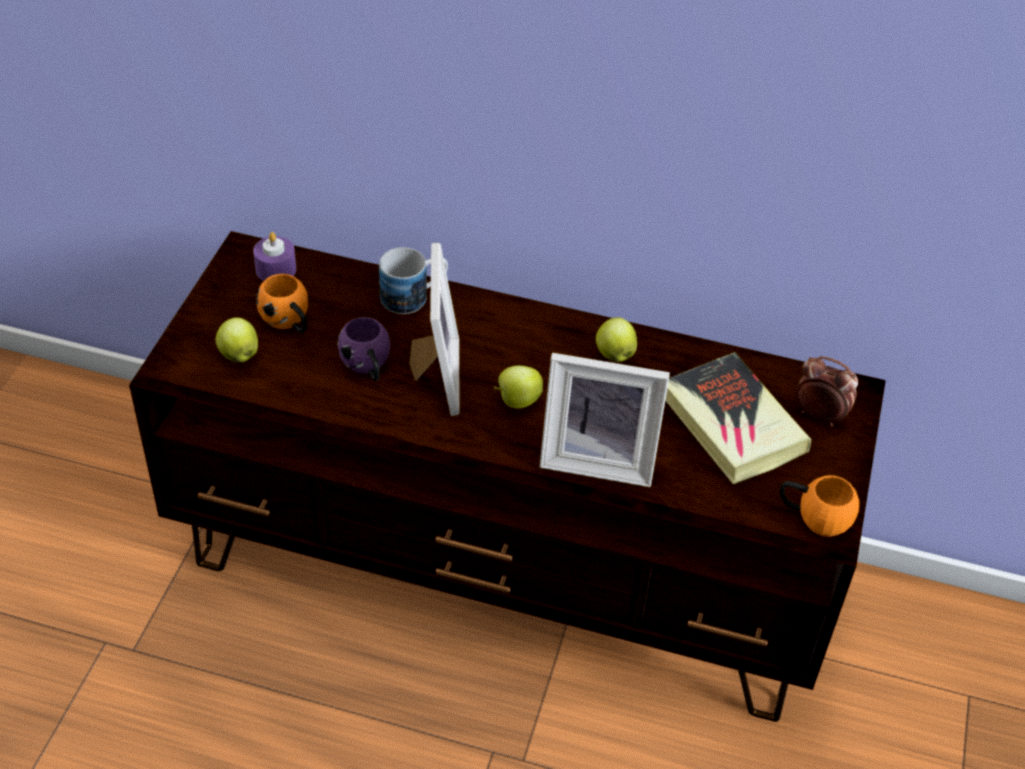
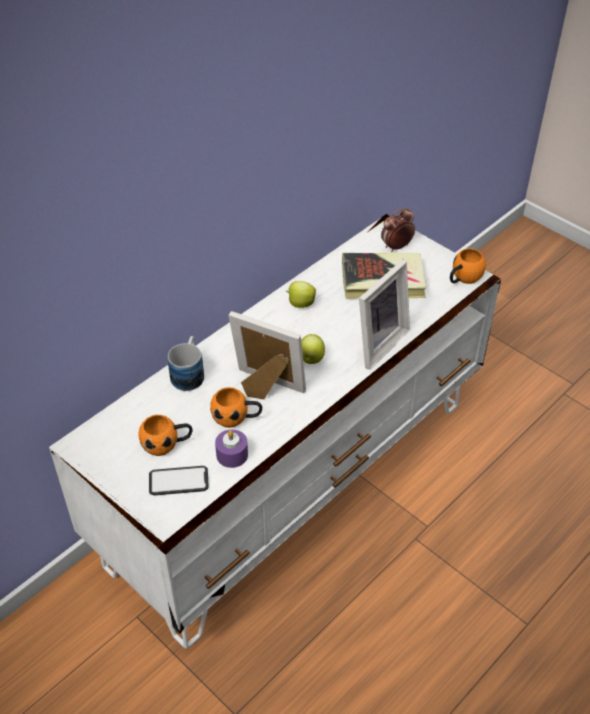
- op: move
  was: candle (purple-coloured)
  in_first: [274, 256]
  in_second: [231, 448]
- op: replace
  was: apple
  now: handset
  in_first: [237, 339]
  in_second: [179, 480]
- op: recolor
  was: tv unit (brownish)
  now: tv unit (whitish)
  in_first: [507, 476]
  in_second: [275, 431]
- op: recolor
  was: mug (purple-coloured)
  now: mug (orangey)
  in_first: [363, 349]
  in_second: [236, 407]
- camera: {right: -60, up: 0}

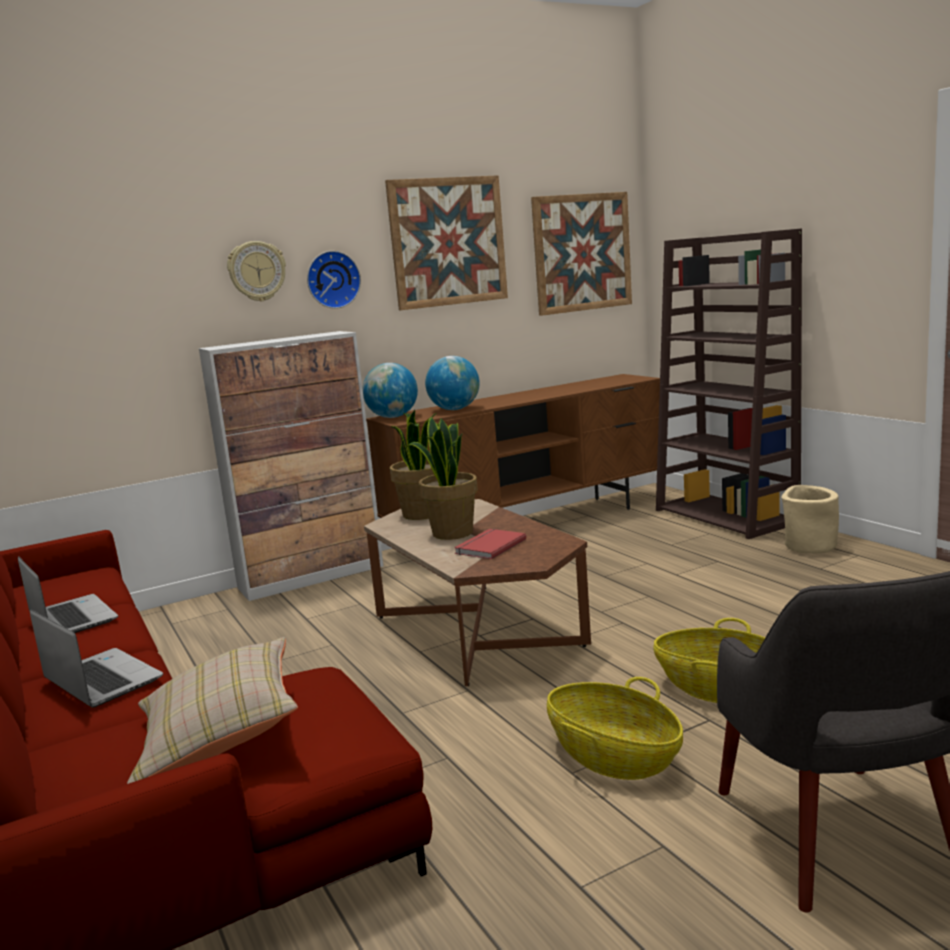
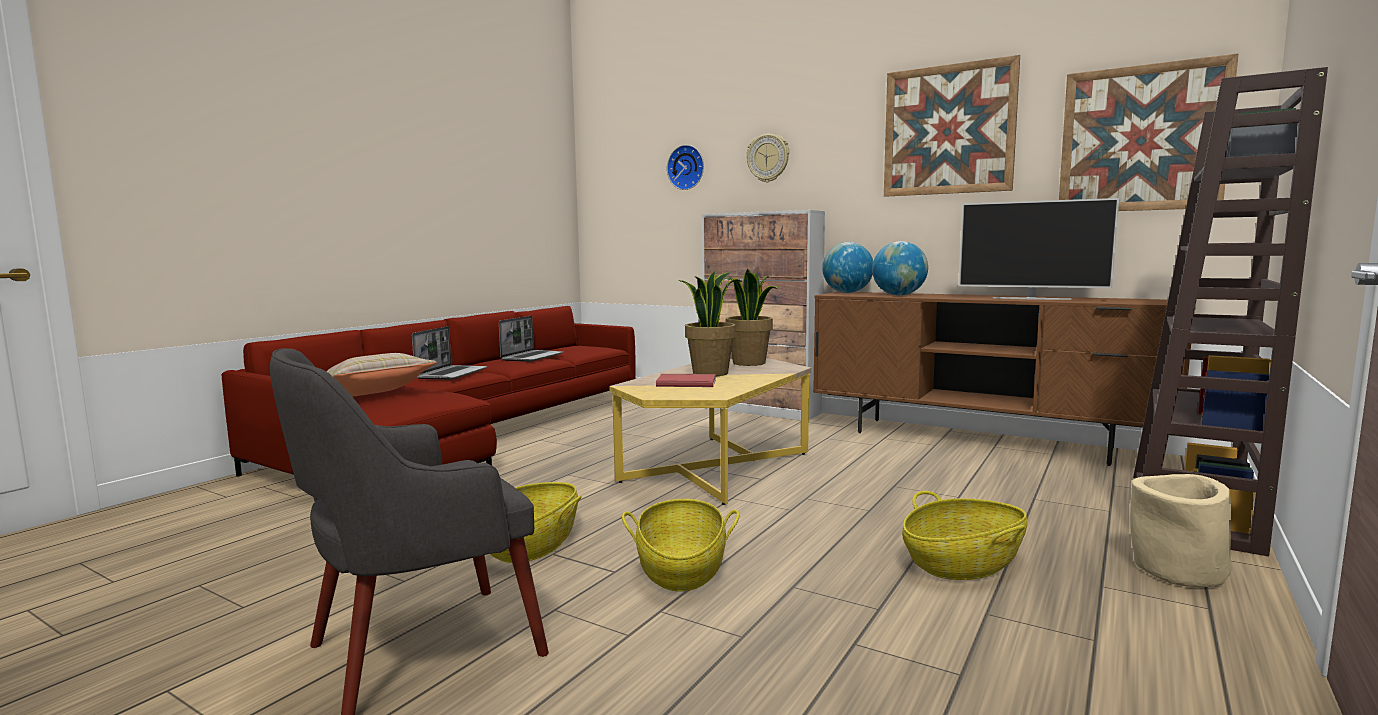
- op: insert
  now: storage basket
  in_second: [964, 535]
- op: insert
  now: TV set
  in_second: [1038, 249]
- op: move
  was: hanging clock
  in_first: [334, 280]
  in_second: [685, 167]
- op: recolor
  was: lounge table (brownish)
  now: lounge table (yellow-coloured)
  in_first: [477, 592]
  in_second: [710, 432]
- camera: {right: 60, up: -5}

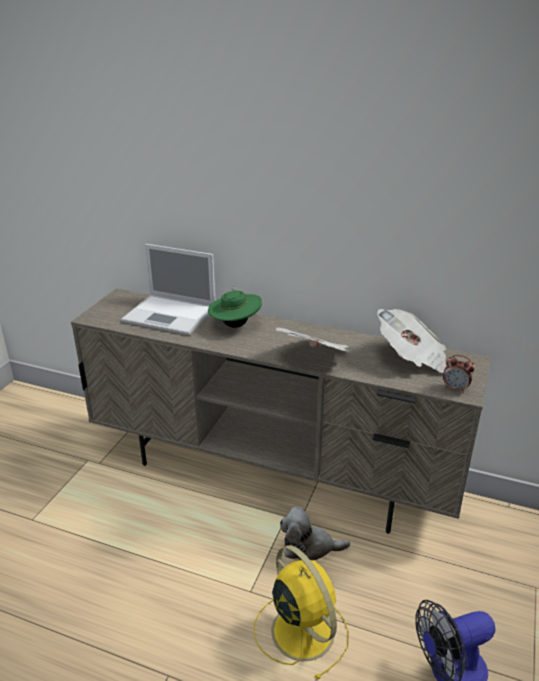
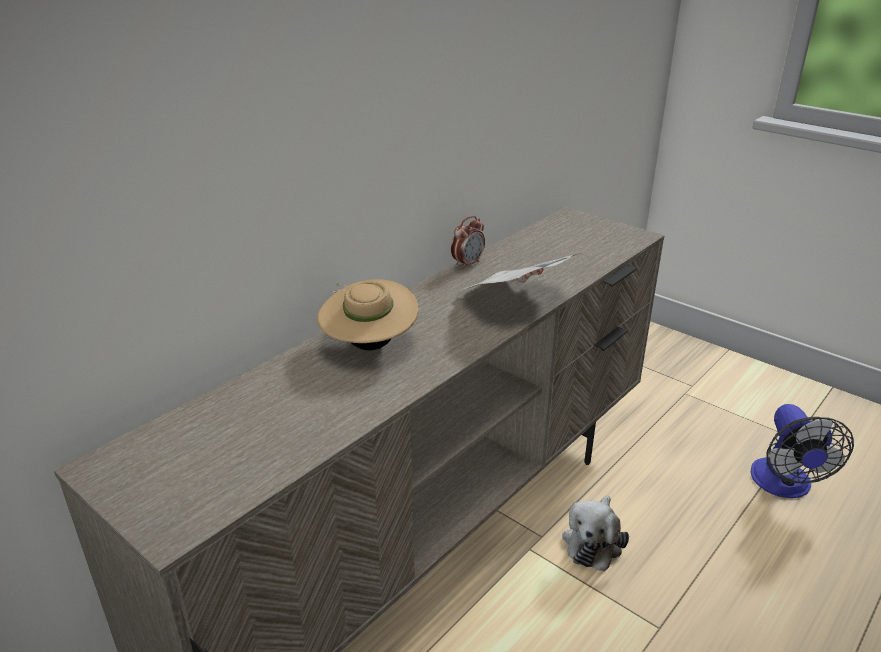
- op: delete
  was: notebook computer
  in_first: [168, 289]
- op: delete
  was: cooling fan (yellow-coloured)
  in_first: [301, 612]
- op: delete
  was: newspaper
  in_first: [412, 341]
- op: move
  was: bedside clock
  in_first: [459, 374]
  in_second: [468, 242]
- op: recolor
  was: wearable hat (green-coloured)
  now: wearable hat (beige-coloured)
  in_first: [235, 307]
  in_second: [367, 314]
- camera: {right: -70, up: 0}

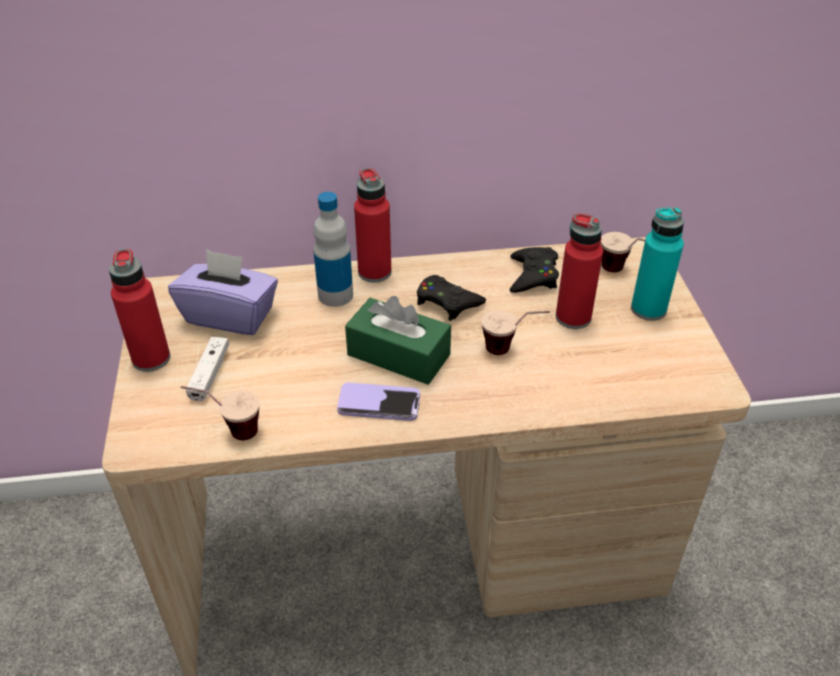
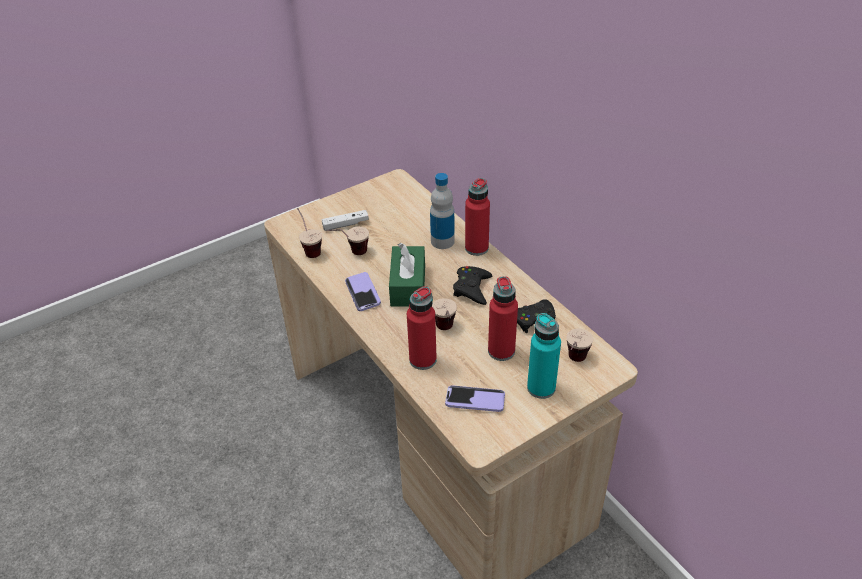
- op: delete
  was: box of tissues (purple-coloured)
  in_first: [223, 292]
- op: insert
  now: small cup
  in_second: [348, 240]
- op: insert
  now: handset
  in_second: [475, 398]
- op: move
  was: bottle (red)
  in_first: [139, 310]
  in_second: [422, 328]
- camera: {right: 65, up: 0}

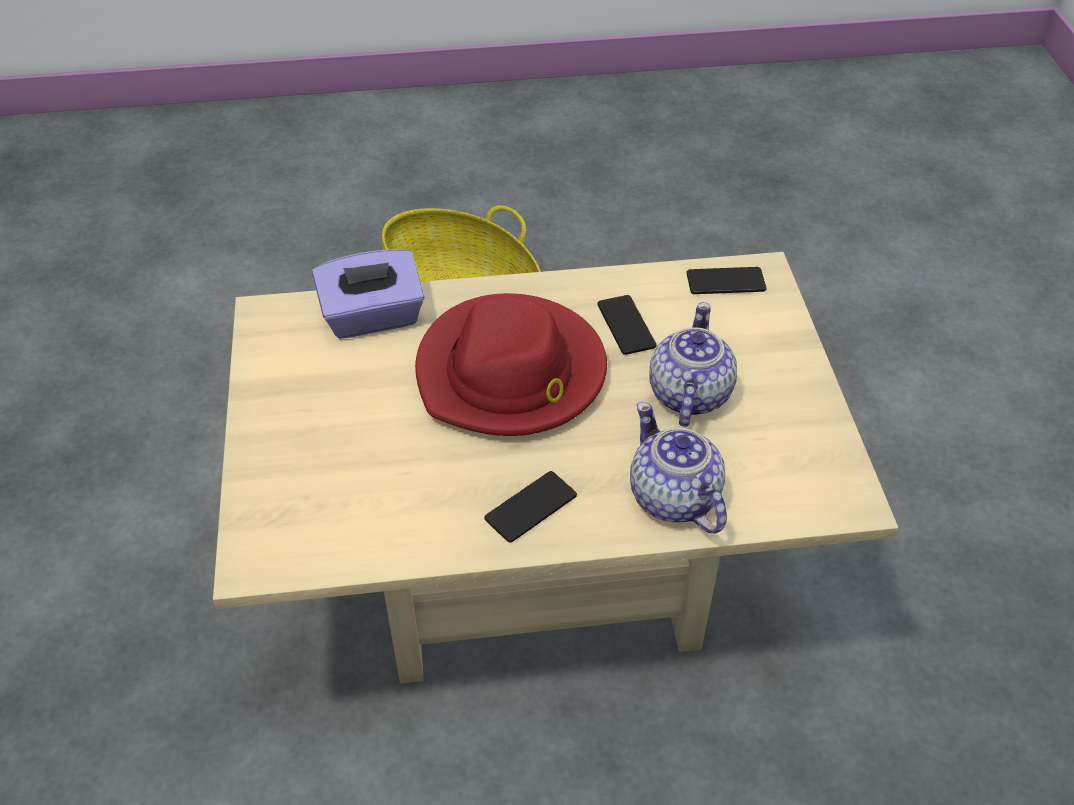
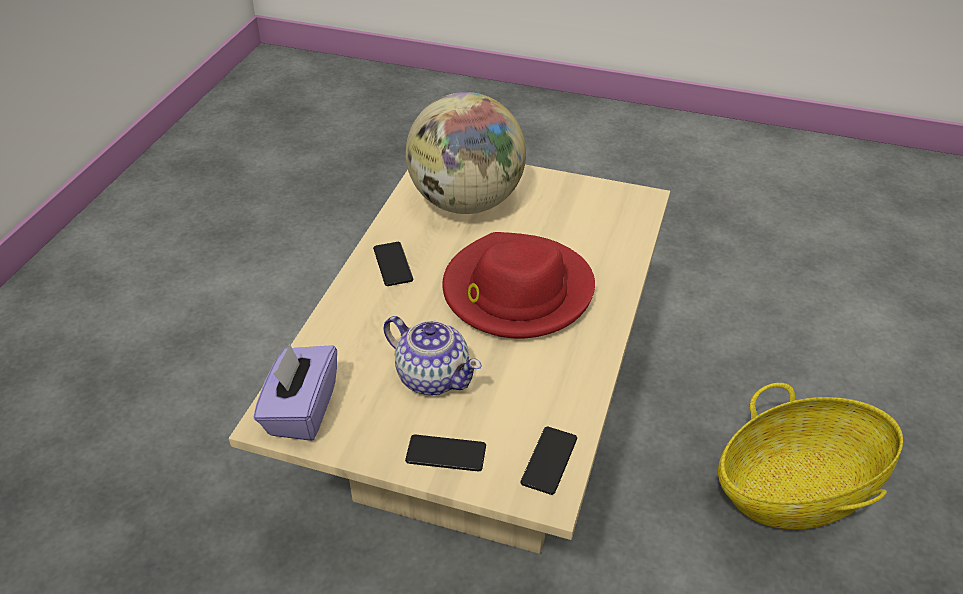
- op: delete
  was: teapot
  in_first: [678, 468]
- op: insert
  now: desk globe
  in_second: [466, 153]
- op: move
  was: box of tissues (purple-coloured)
  in_first: [368, 294]
  in_second: [295, 392]
- op: move
  was: handset
  in_first: [627, 325]
  in_second: [445, 453]
- camera: {right: 115, up: -5}

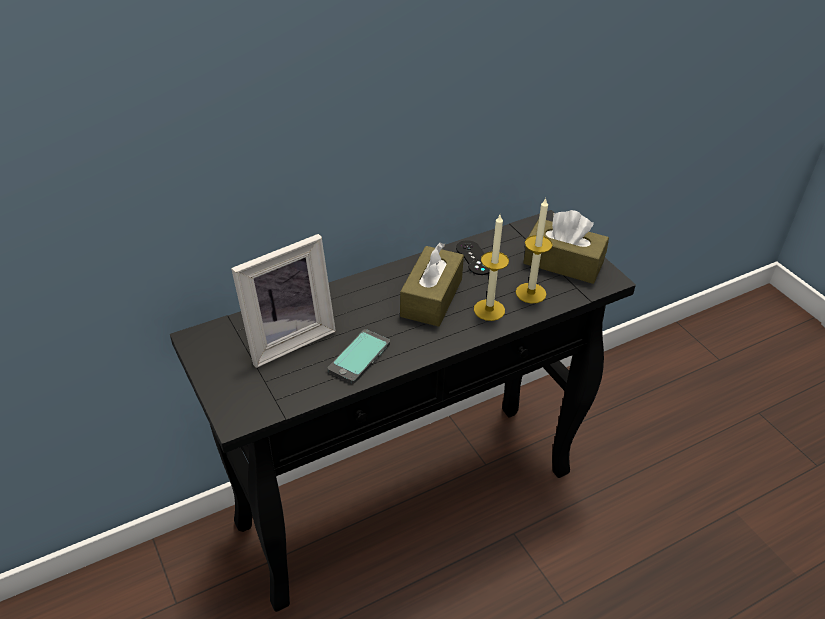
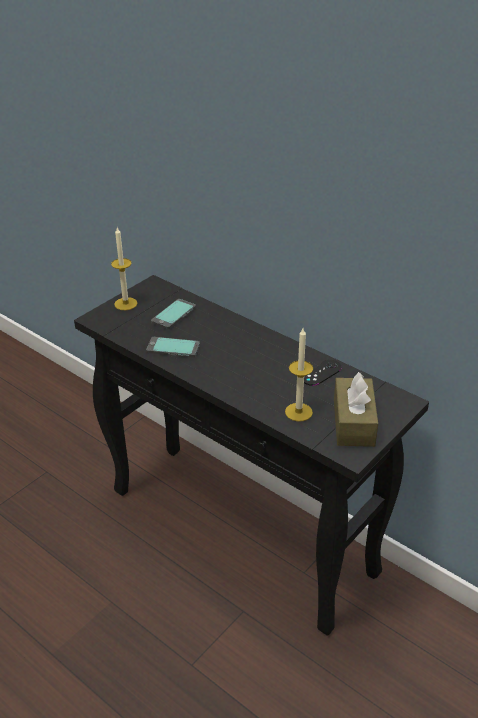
- op: delete
  was: box of tissues (brownish)
  in_first: [432, 284]
- op: move
  was: candle
  in_first: [491, 268]
  in_second: [124, 269]
- op: replace
  was: picture frame
  now: handset
  in_first: [283, 301]
  in_second: [173, 314]
- camera: {right: 70, up: -5}

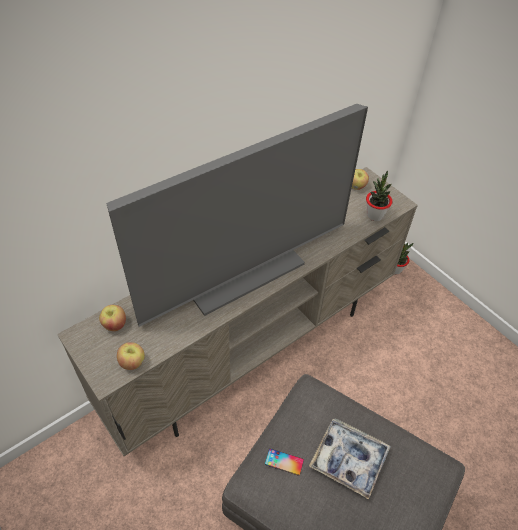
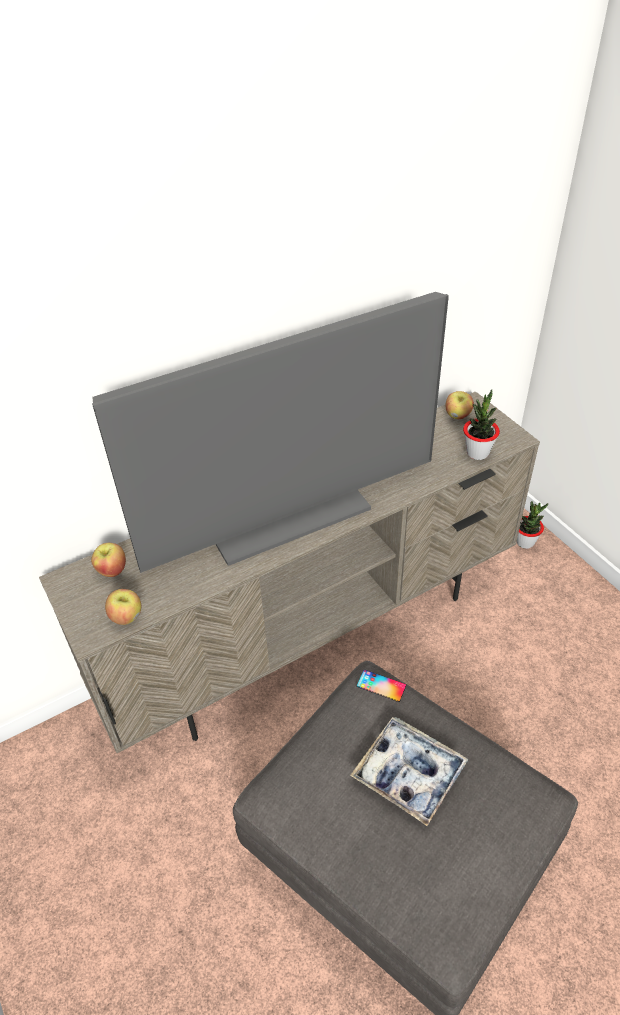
- op: move
  was: handset
  in_first: [284, 462]
  in_second: [381, 686]
- camera: {right: 10, up: -5}

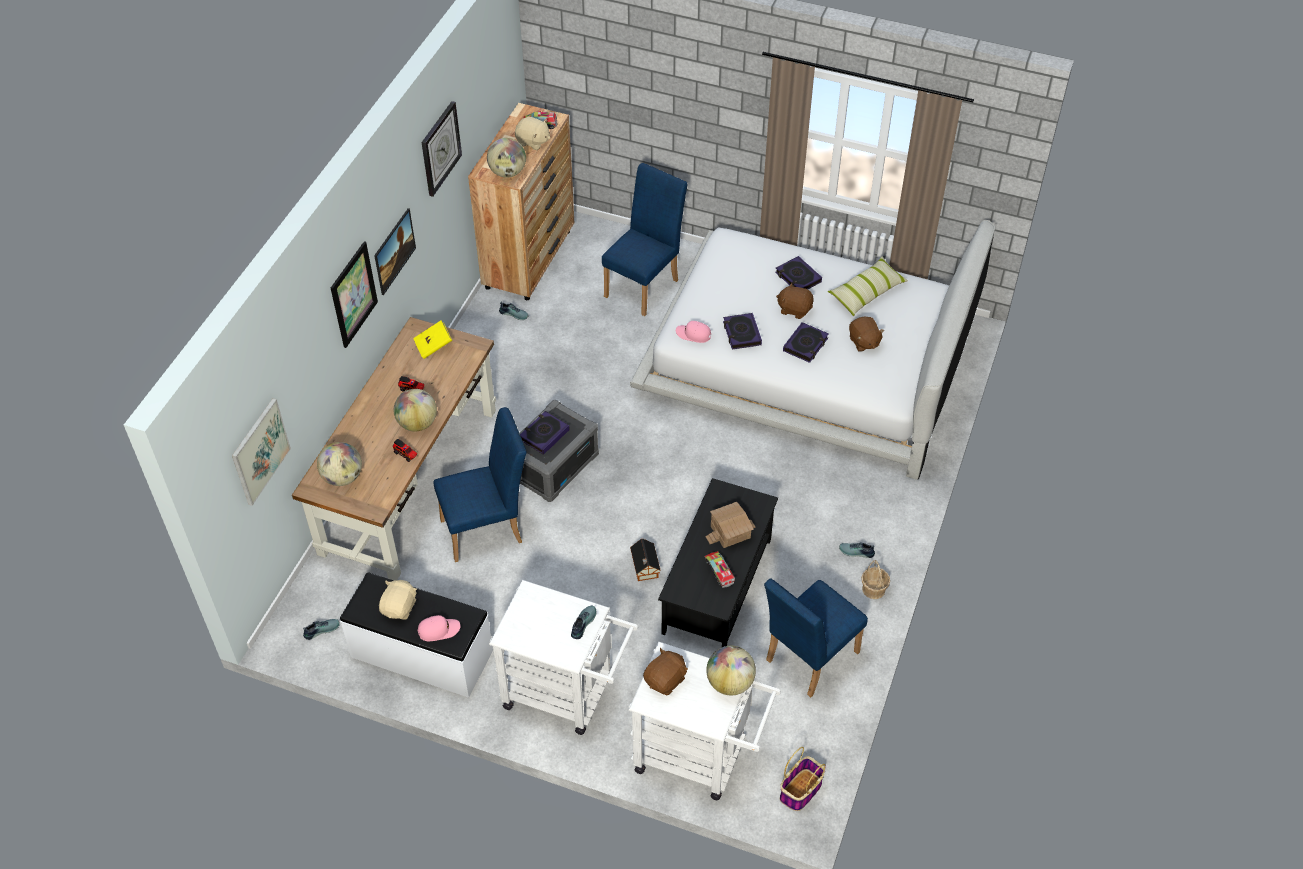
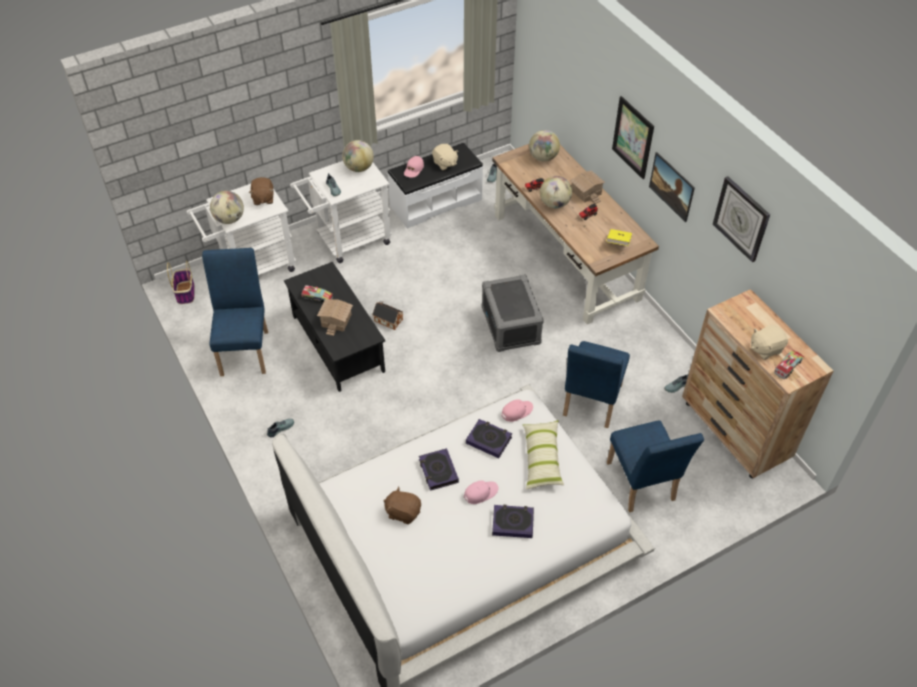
- op: delete
  was: wall art
  in_first: [261, 452]
- op: delete
  was: book
  in_first: [545, 433]
- op: delete
  was: storage basket
  in_first: [875, 579]
- op: insert
  now: miniature house
  in_second: [587, 187]
- op: move
  was: plain chair (blue)
  in_first: [480, 484]
  in_second: [596, 384]
- op: move
  was: desk globe
  in_first: [506, 158]
  in_second: [358, 156]
- op: move
  was: cushion
  in_first: [868, 286]
  in_second: [543, 454]
- op: replace
  was: soft toy (brownish)
  now: baseball cap (pinkish)
  in_first: [795, 301]
  in_second: [481, 492]
- camera: {right: 130, up: 0}

